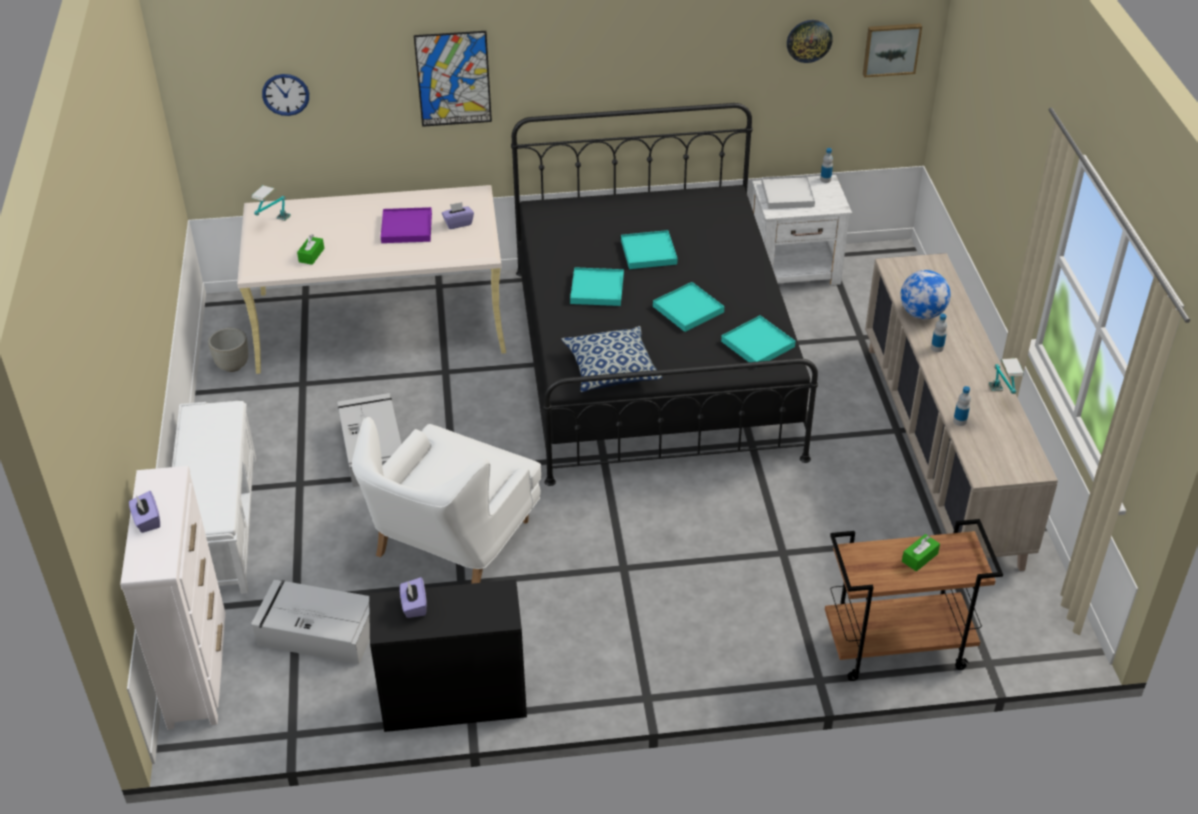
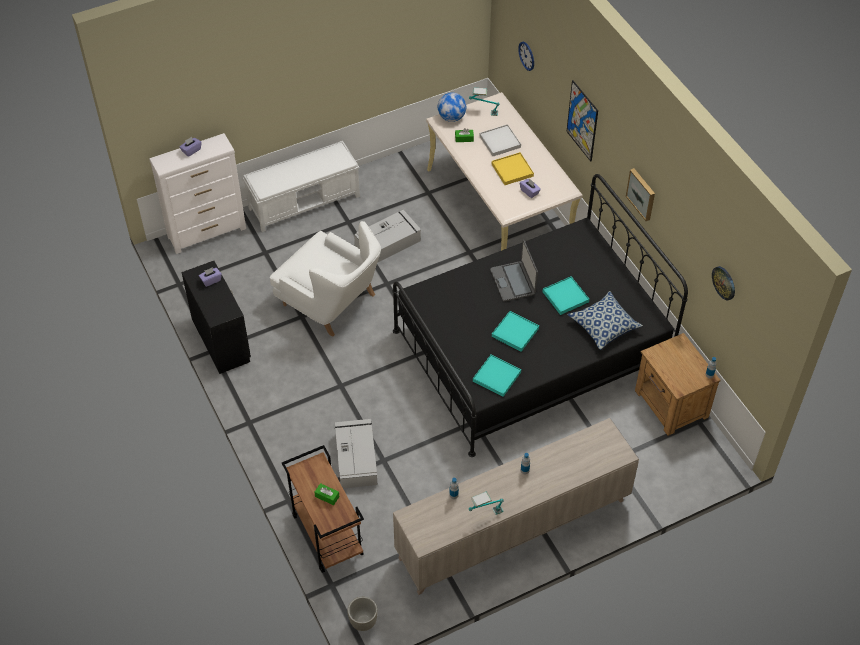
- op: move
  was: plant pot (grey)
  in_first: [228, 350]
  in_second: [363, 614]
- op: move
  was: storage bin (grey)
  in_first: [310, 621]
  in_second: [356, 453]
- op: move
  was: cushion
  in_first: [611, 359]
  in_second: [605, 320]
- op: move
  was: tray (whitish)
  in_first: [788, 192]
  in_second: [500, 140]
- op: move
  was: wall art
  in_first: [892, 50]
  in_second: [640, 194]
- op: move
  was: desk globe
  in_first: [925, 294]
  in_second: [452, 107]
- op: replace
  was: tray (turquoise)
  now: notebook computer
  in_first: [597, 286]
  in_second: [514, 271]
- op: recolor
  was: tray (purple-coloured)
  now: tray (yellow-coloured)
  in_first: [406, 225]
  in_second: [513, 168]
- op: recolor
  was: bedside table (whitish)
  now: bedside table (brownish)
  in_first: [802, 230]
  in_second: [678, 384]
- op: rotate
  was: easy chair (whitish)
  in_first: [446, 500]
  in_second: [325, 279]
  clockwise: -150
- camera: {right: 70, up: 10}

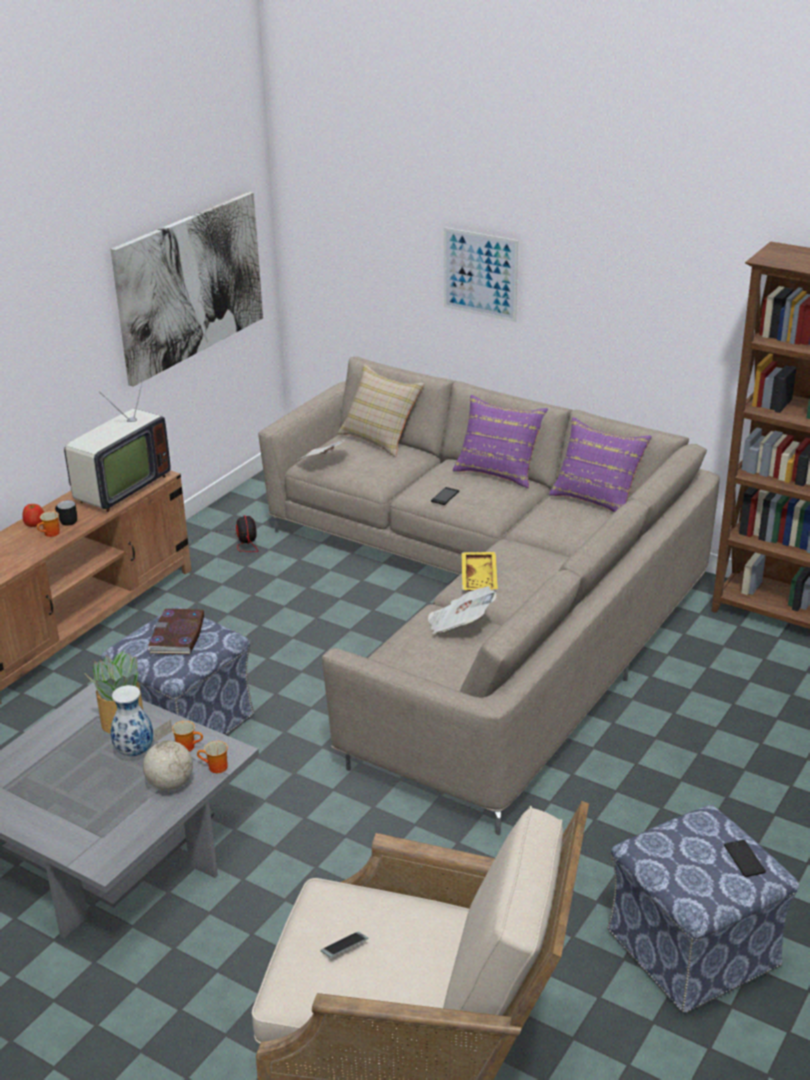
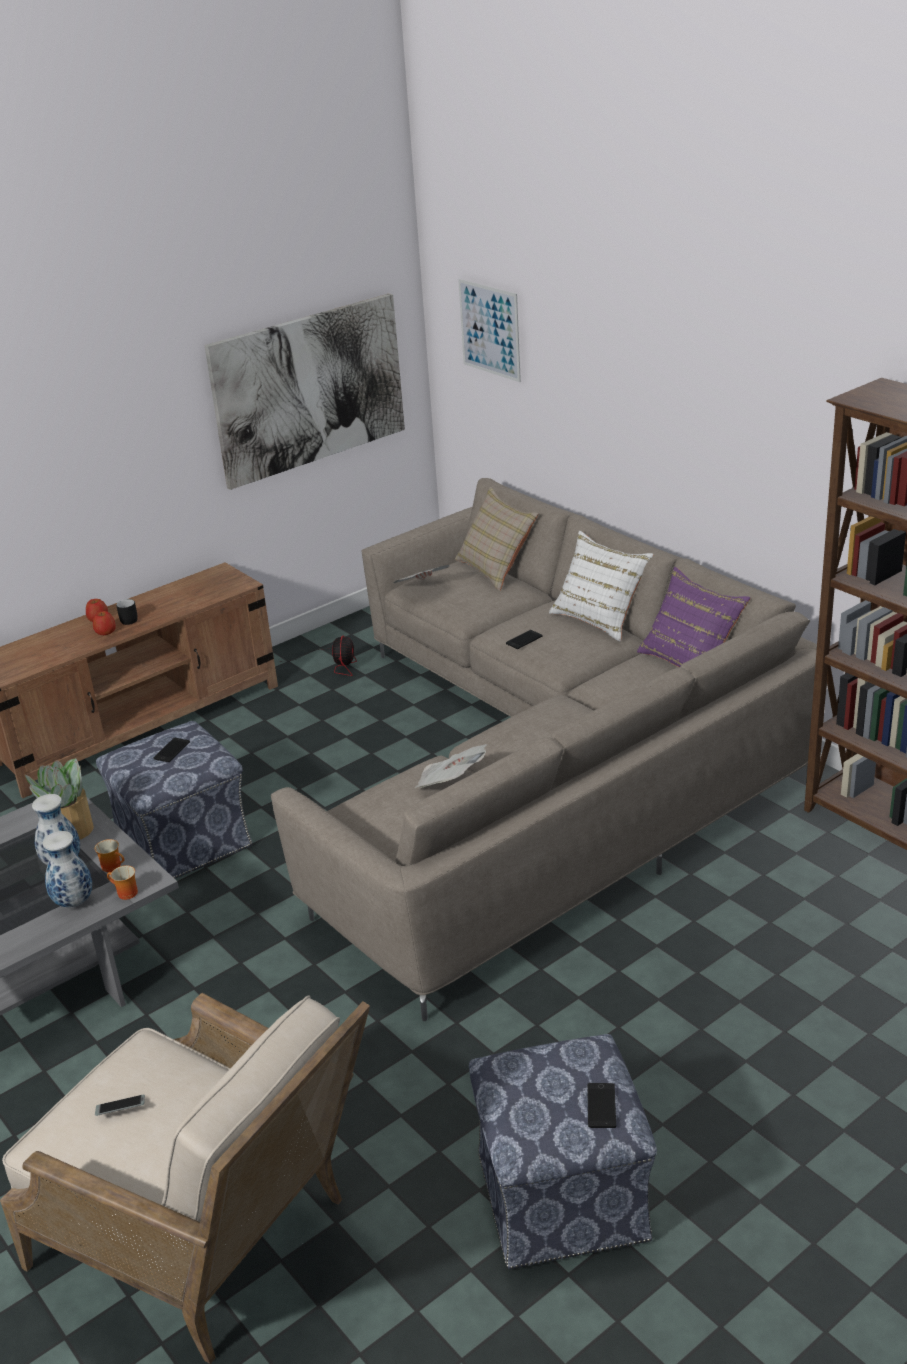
- op: delete
  was: TV set
  in_first: [117, 438]
- op: delete
  was: tray (yellow-coloured)
  in_first: [480, 571]
- op: move
  was: wall art
  in_first: [481, 274]
  in_second: [489, 330]
- op: replace
  was: mug
  now: apple
  in_first: [48, 524]
  in_second: [104, 623]
- op: replace
  was: desk globe
  now: decorative vase
  in_first: [168, 755]
  in_second: [67, 869]
- op: replace
  was: book
  now: handset
  in_first: [176, 631]
  in_second: [172, 750]
- op: recolor
  was: cushion (purple-coloured)
  now: cushion (whitish)
  in_first: [500, 441]
  in_second: [601, 586]
- camera: {right: 20, up: 0}

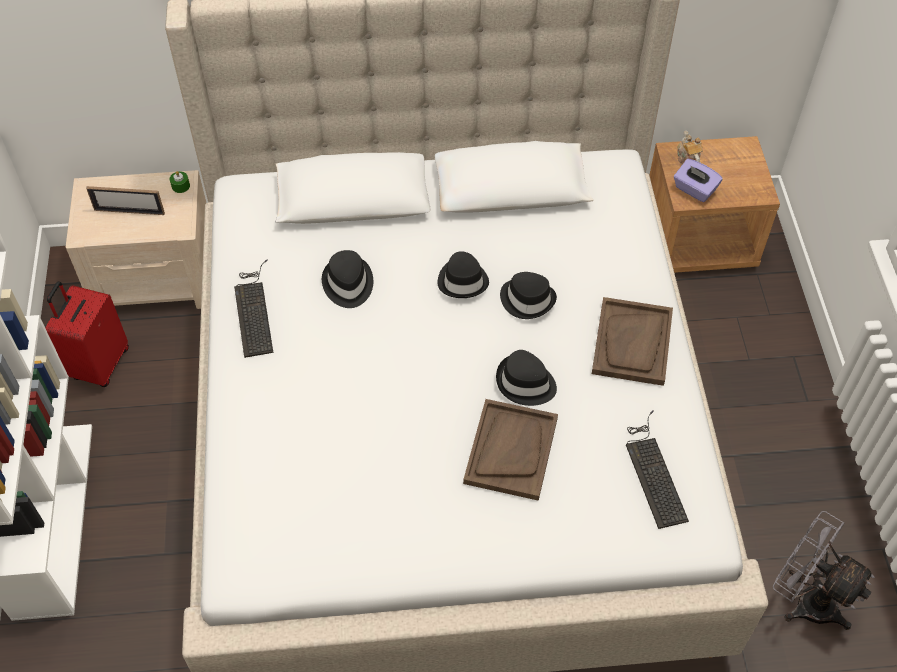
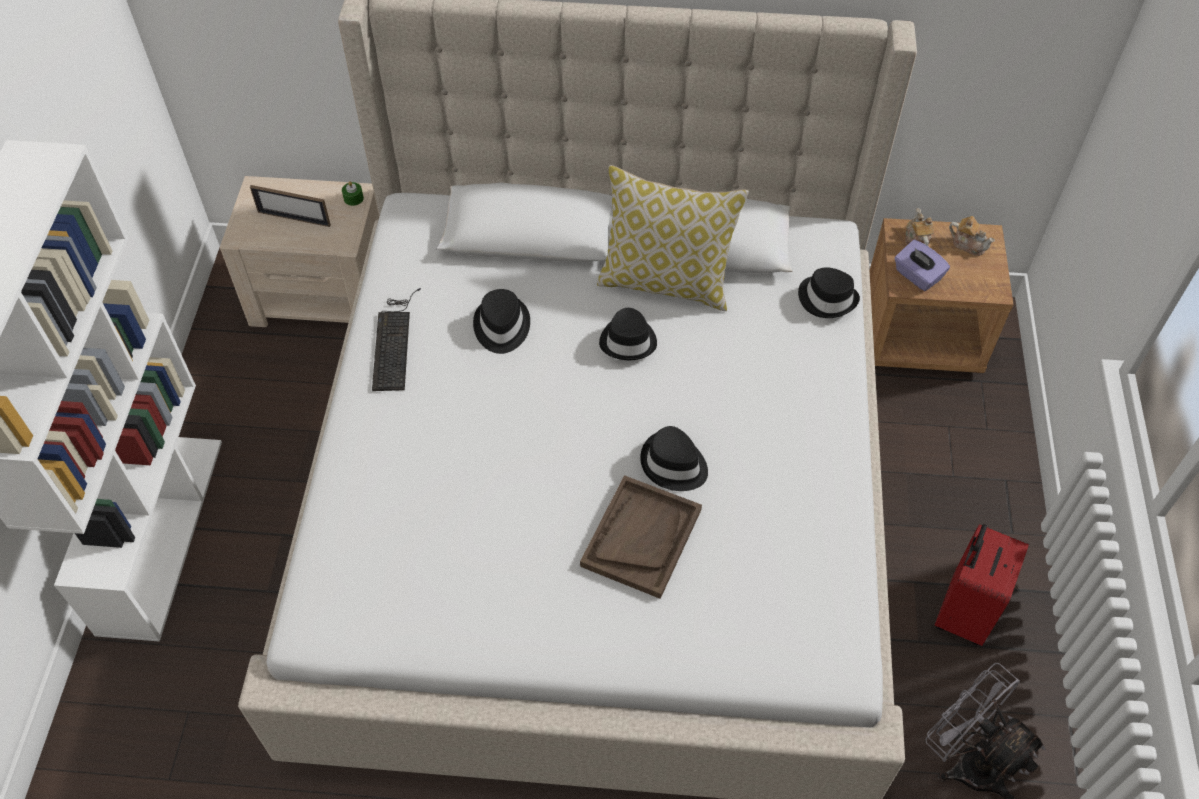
- op: delete
  was: tray (brownish)
  in_first: [632, 341]
- op: delete
  was: computer keyboard
  in_first: [657, 469]
- op: insert
  now: cushion
  in_second: [673, 238]
- op: insert
  now: teapot
  in_second: [972, 236]
- op: move
  was: piece of luggage (red)
  in_first: [87, 334]
  in_second: [982, 585]
- op: move
  was: wearable hat (blackish)
  in_first: [528, 295]
  in_second: [829, 292]
- camera: {right: 10, up: 0}

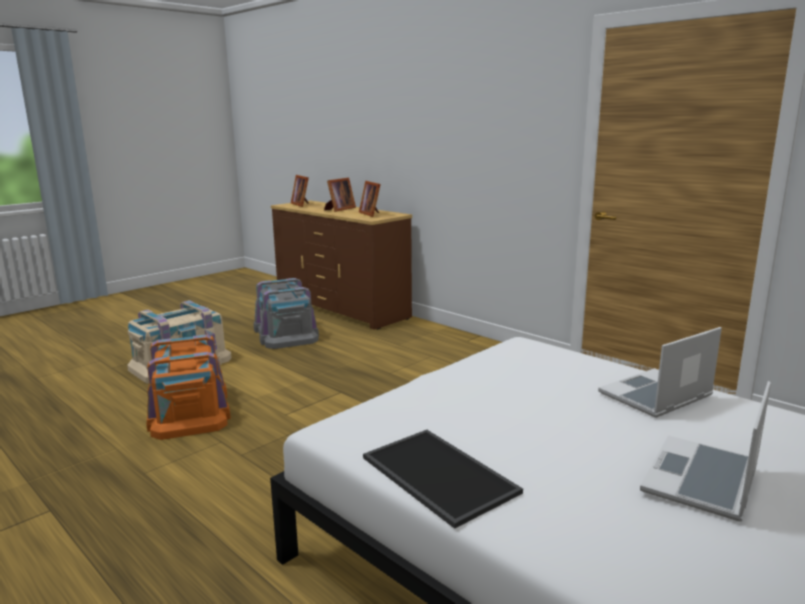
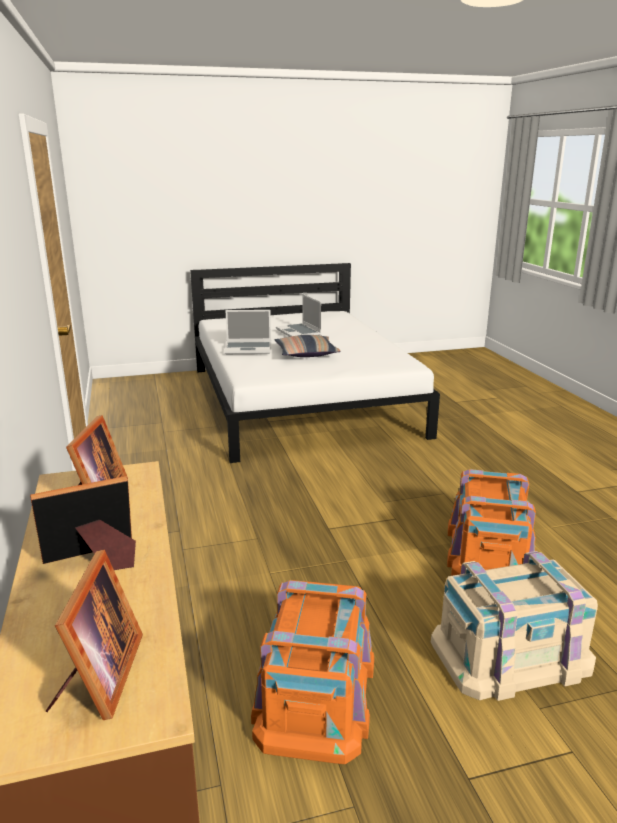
- op: delete
  was: tray
  in_first: [443, 479]
- op: insert
  now: cushion
  in_second: [308, 346]
- op: recolor
  was: storage bin (grey)
  now: storage bin (orangey)
  in_first: [286, 313]
  in_second: [312, 672]
- op: rotate
  was: notebook computer
  in_first: [705, 451]
  in_second: [298, 315]
  clockwise: 90
- camera: {right: -150, up: 5}

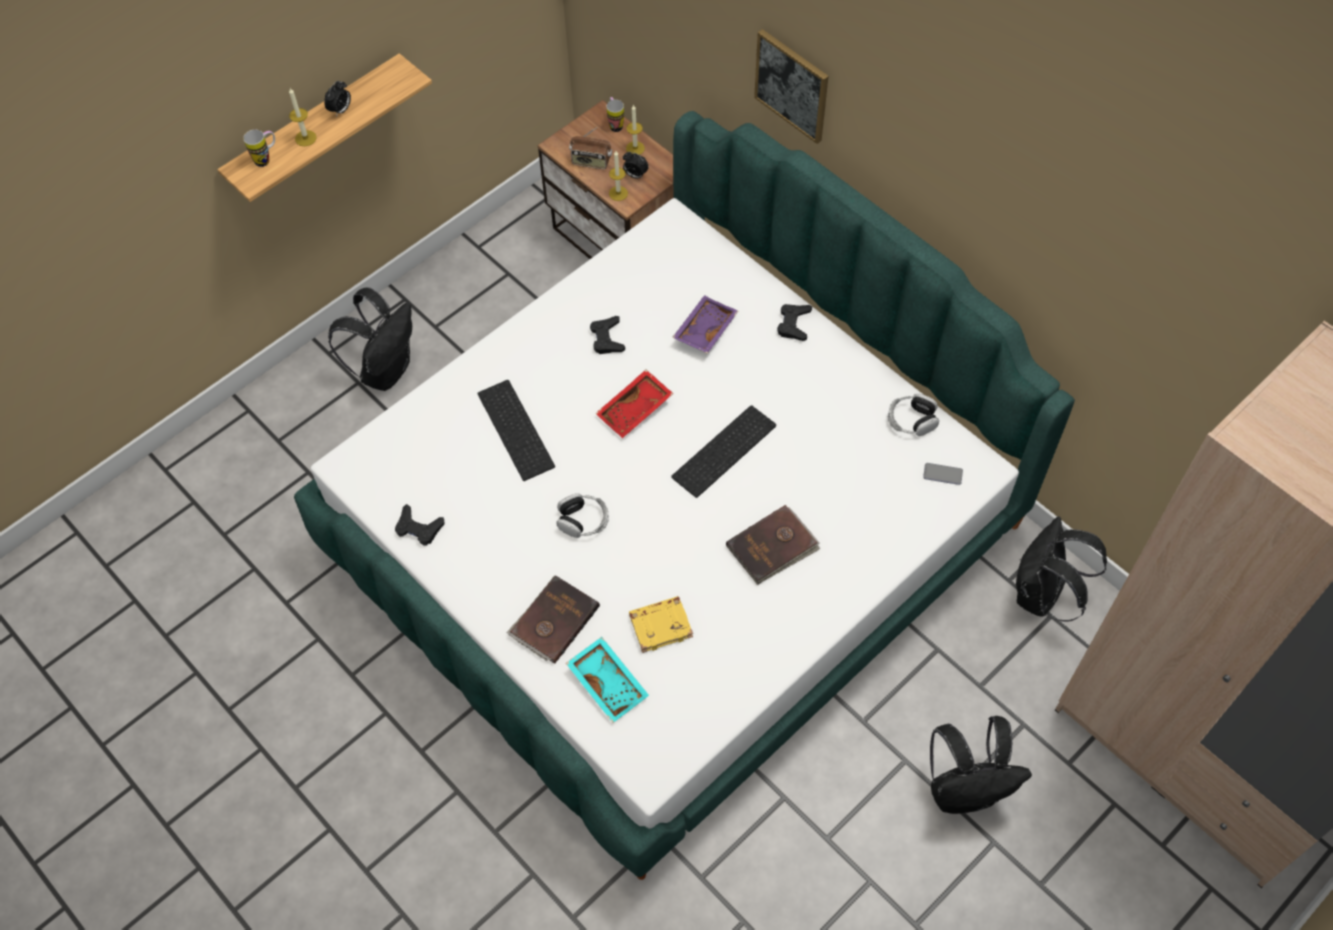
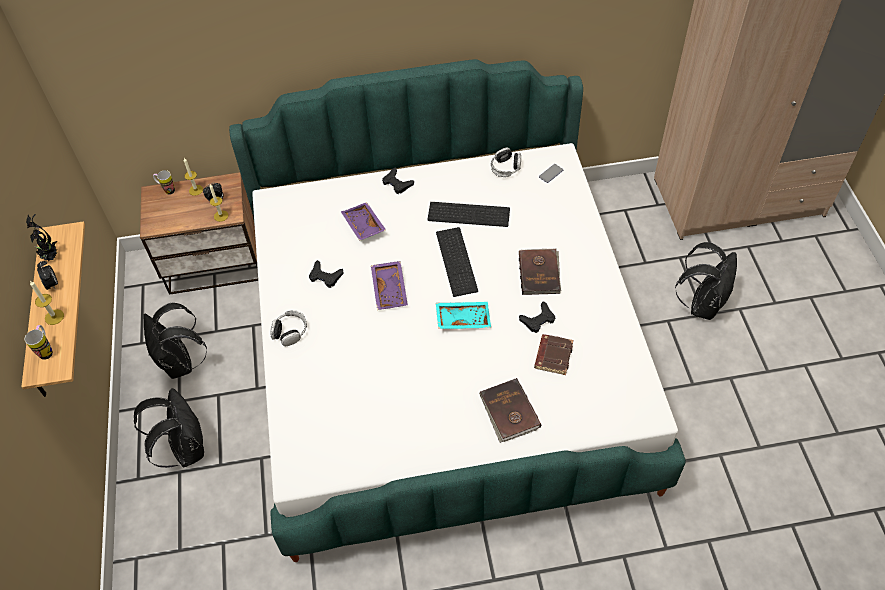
- op: delete
  was: radio
  in_first: [590, 148]
- op: delete
  was: wall art
  in_first: [791, 86]
- op: insert
  now: plant in a pot
  in_second: [42, 237]
- op: move
  was: gamepad (blackish)
  in_first: [420, 524]
  in_second: [537, 317]
- op: move
  was: computer keyboard
  in_first: [516, 430]
  in_second: [468, 214]
- op: move
  was: pair of headphones
  in_first: [583, 515]
  in_second: [288, 328]
- op: move
  was: tray (turquoise)
  in_first: [607, 680]
  in_second: [463, 315]
- op: move
  was: rucksack (blackish)
  in_first: [1061, 569]
  in_second: [175, 341]
- op: recolor
  was: tray (red)
  now: tray (purple-coloured)
  in_first: [634, 404]
  in_second: [389, 285]
- op: recolor
  was: book (yellow-coloured)
  now: book (brownish)
  in_first: [661, 624]
  in_second: [553, 354]
- camera: {right: -55, up: -5}

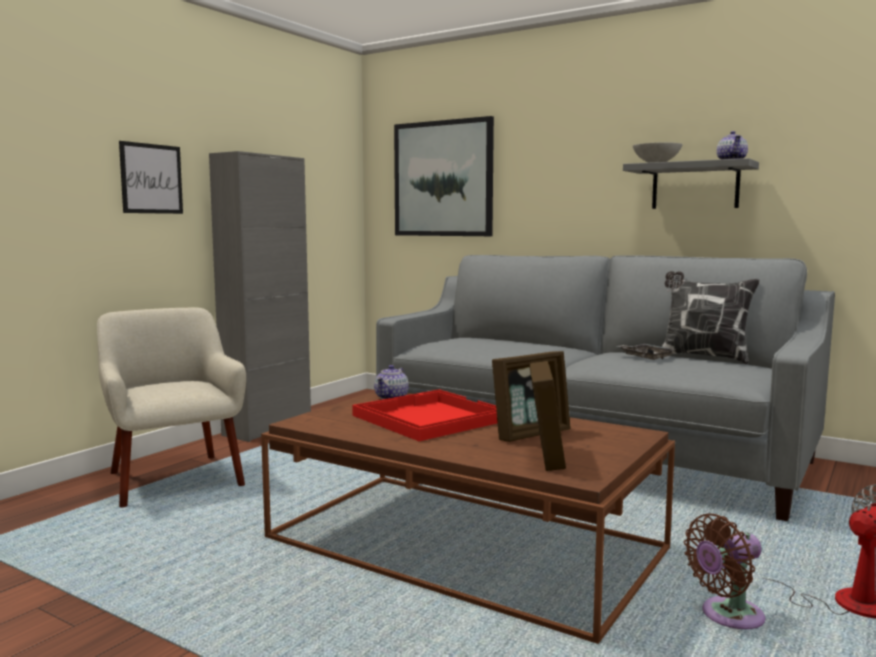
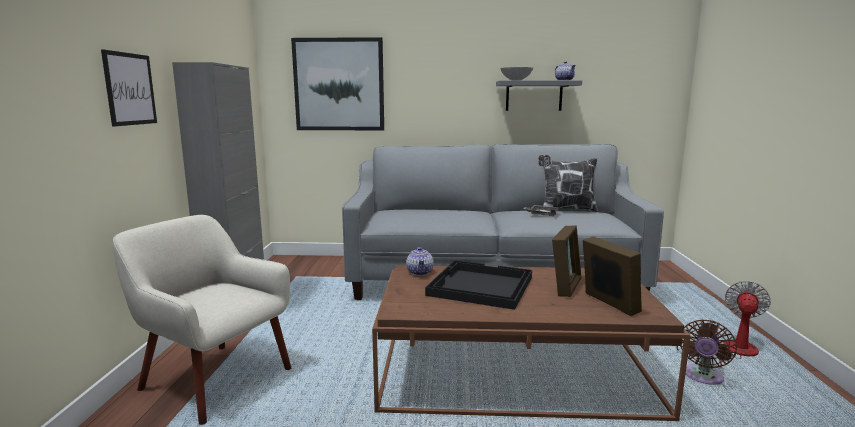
- op: recolor
  was: tray (red)
  now: tray (blackish)
  in_first: [425, 415]
  in_second: [478, 285]
- camera: {right: -30, up: 5}

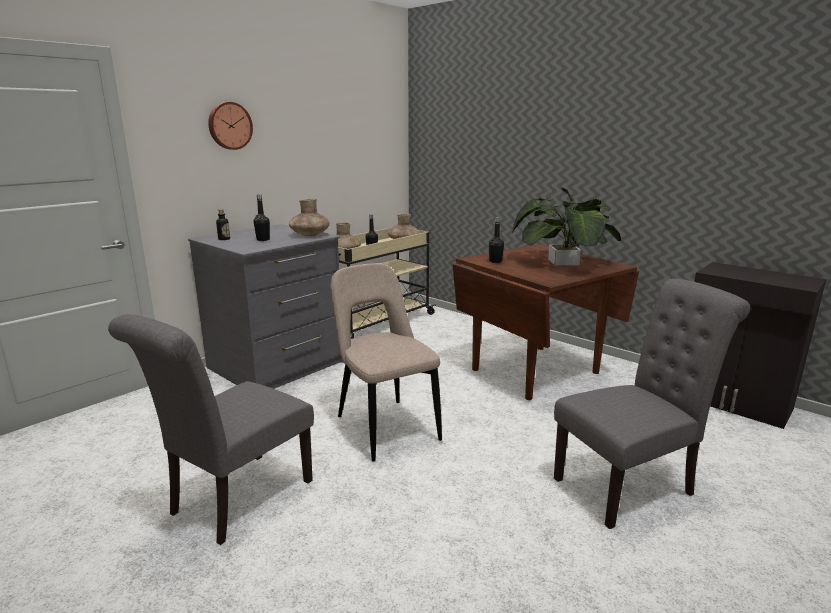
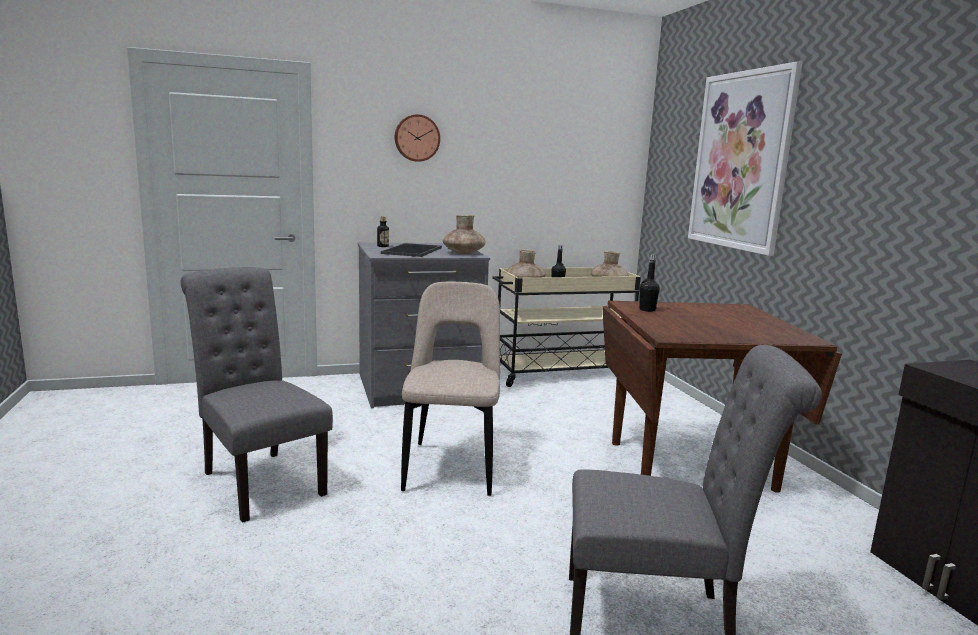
- op: delete
  was: plant in a pot
  in_first: [566, 227]
- op: insert
  now: wall art
  in_second: [745, 158]
- op: replace
  was: bottle (blackish)
  now: tray
  in_first: [262, 217]
  in_second: [411, 250]
- op: rotate
  was: plain chair (grey)
  in_first: [211, 429]
  in_second: [257, 395]
  clockwise: 75
- camera: {right: 30, up: -5}

